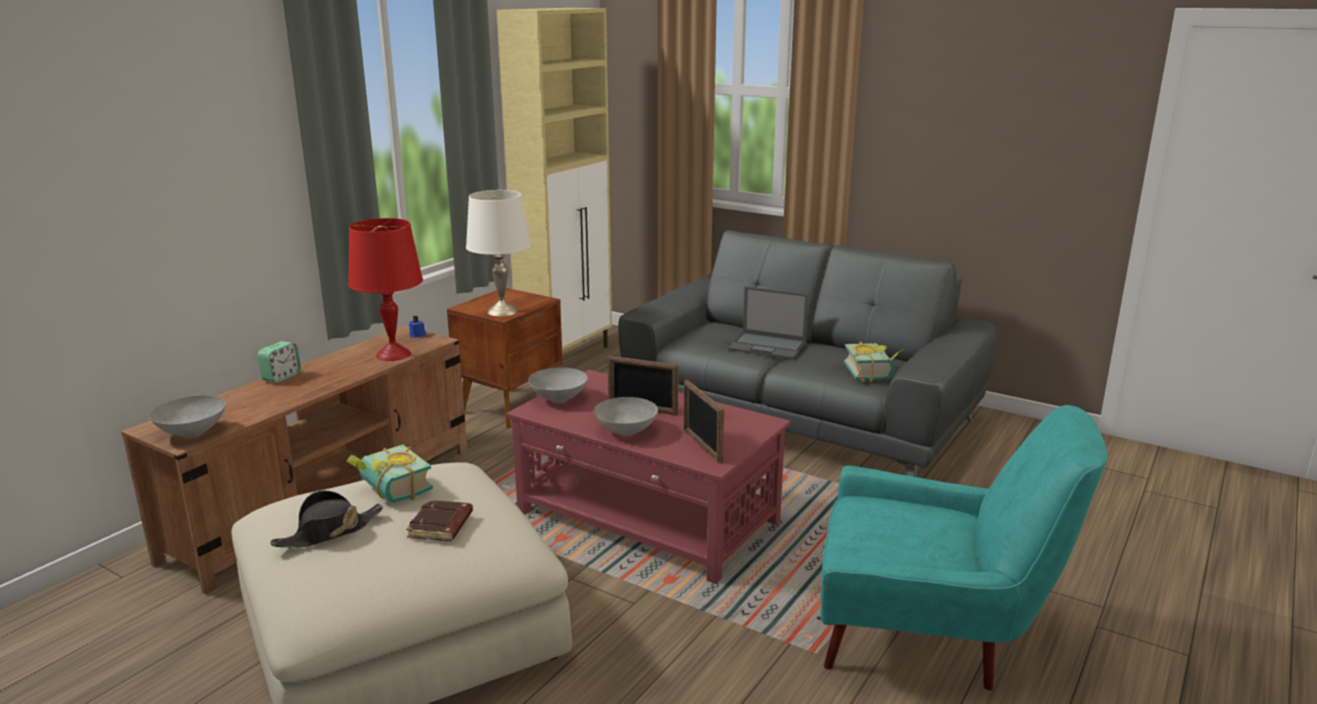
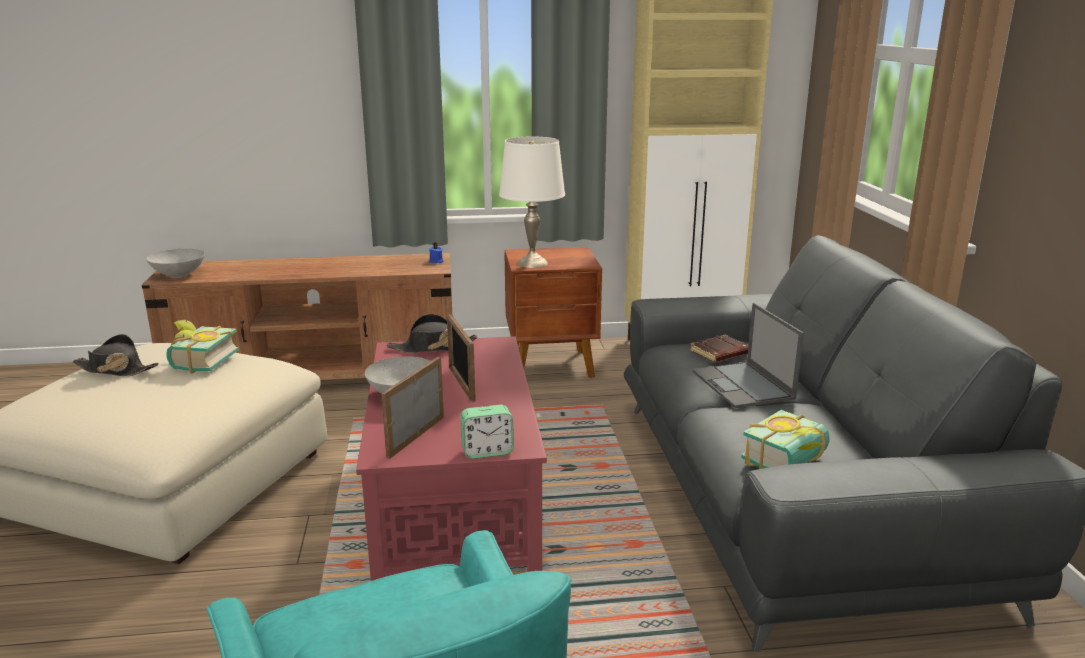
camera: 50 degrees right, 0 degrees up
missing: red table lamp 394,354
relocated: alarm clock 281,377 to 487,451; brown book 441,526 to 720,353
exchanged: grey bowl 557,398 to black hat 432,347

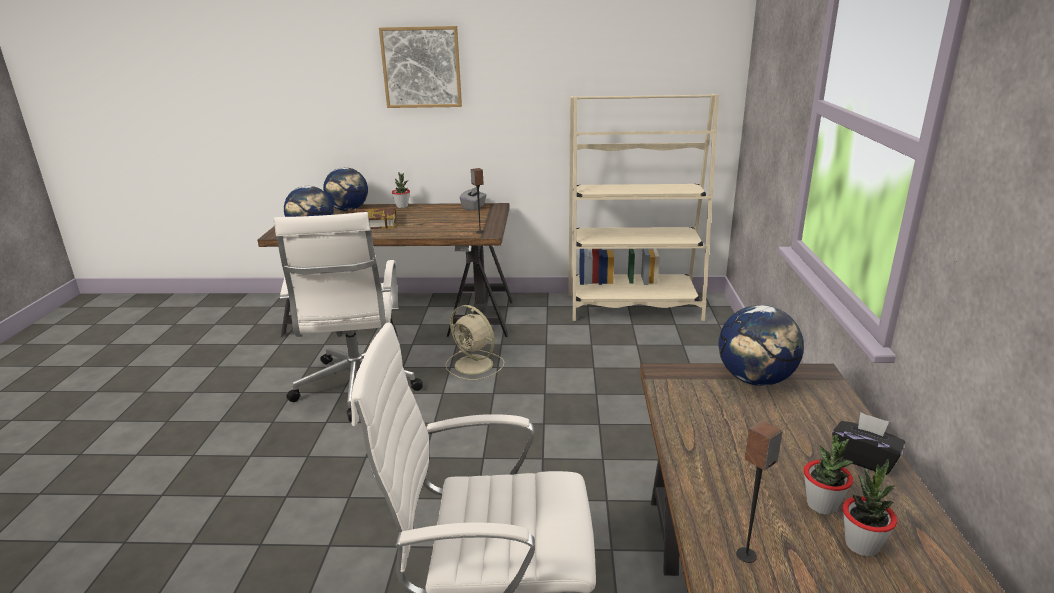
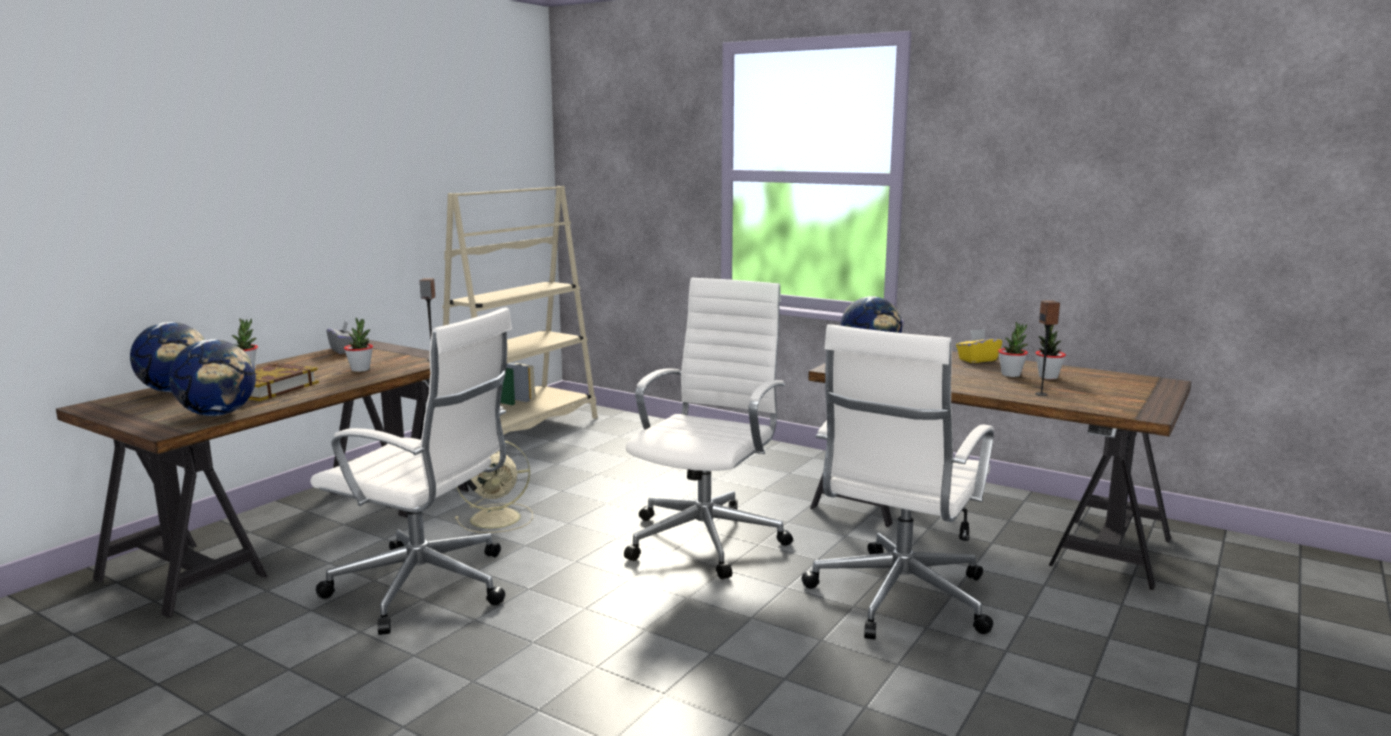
camera: 60 degrees left, 10 degrees down
missing: picture 421,67
appeared: potted plant 360,369; white office chair 707,538
colour: black tissue box 863,459 to yellow tissue box 977,360

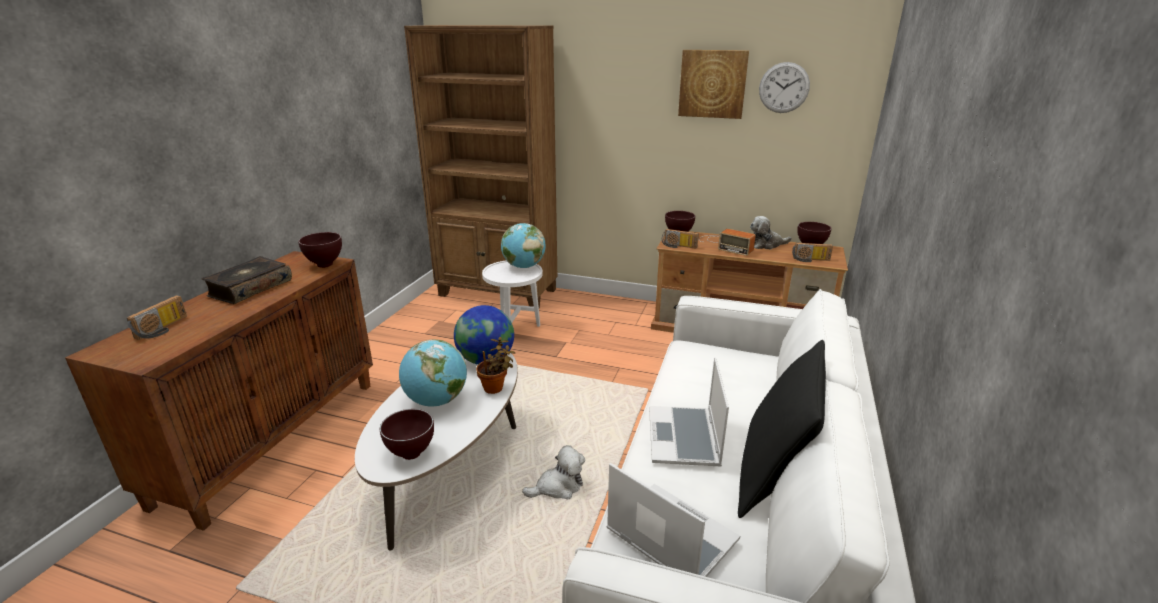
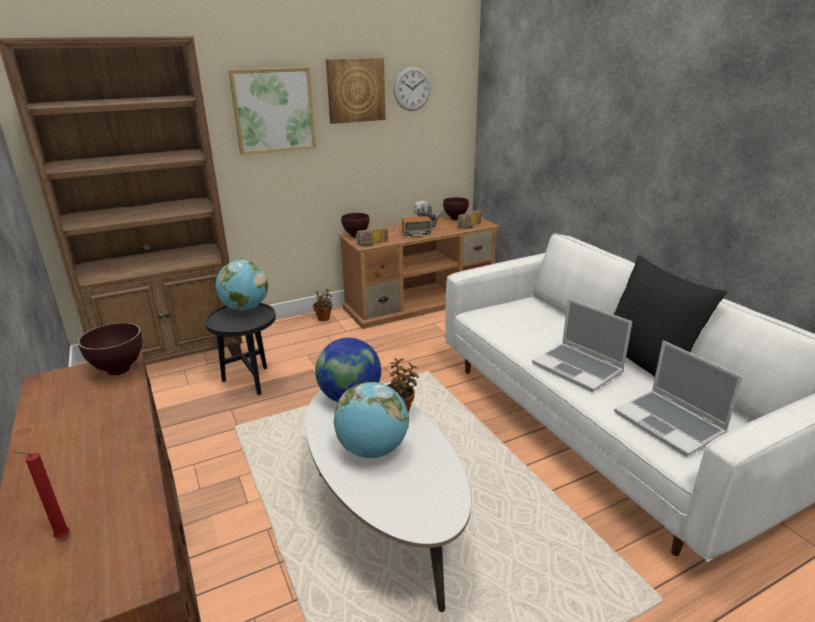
camera: 45 degrees left, 0 degrees up
missing: book 250,288; brown bowl 412,453; plush toy 558,487
appeared: picture 273,110; potted plant 324,319
exchanged: radio 164,329 to red candle 60,538
colour: white side table 515,331 to black side table 250,382
spun: laptop 669,536 = 670,424 120 degrees counterclockwise

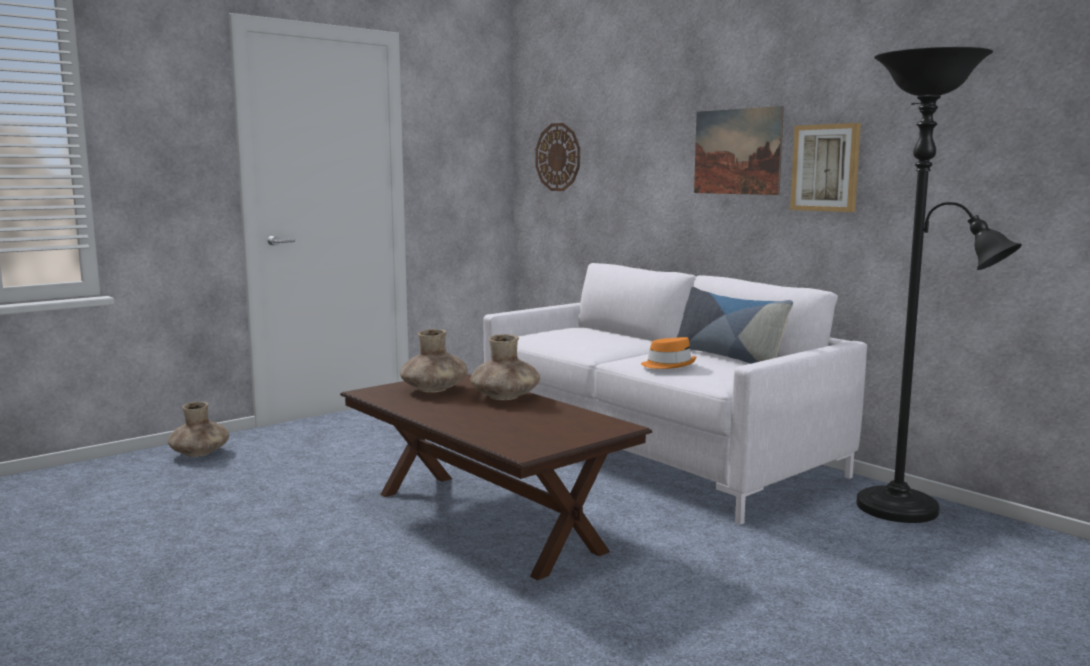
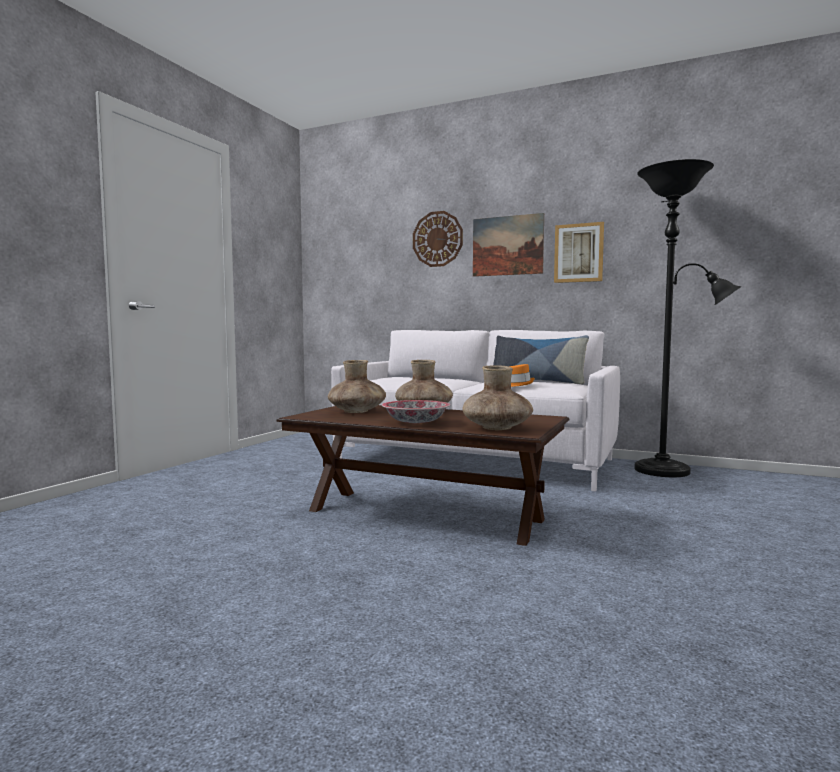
camera: 25 degrees left, 5 degrees down
appeared: bowl 416,422
relocated: wall clock 558,157 to 437,239; brown vase 200,453 to 497,428

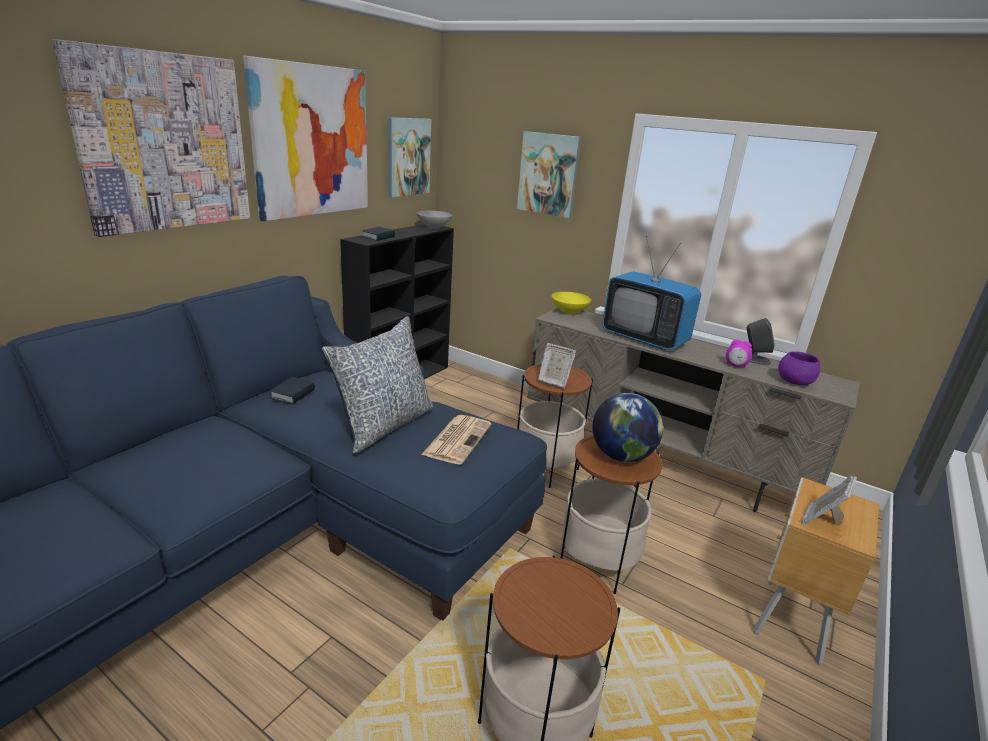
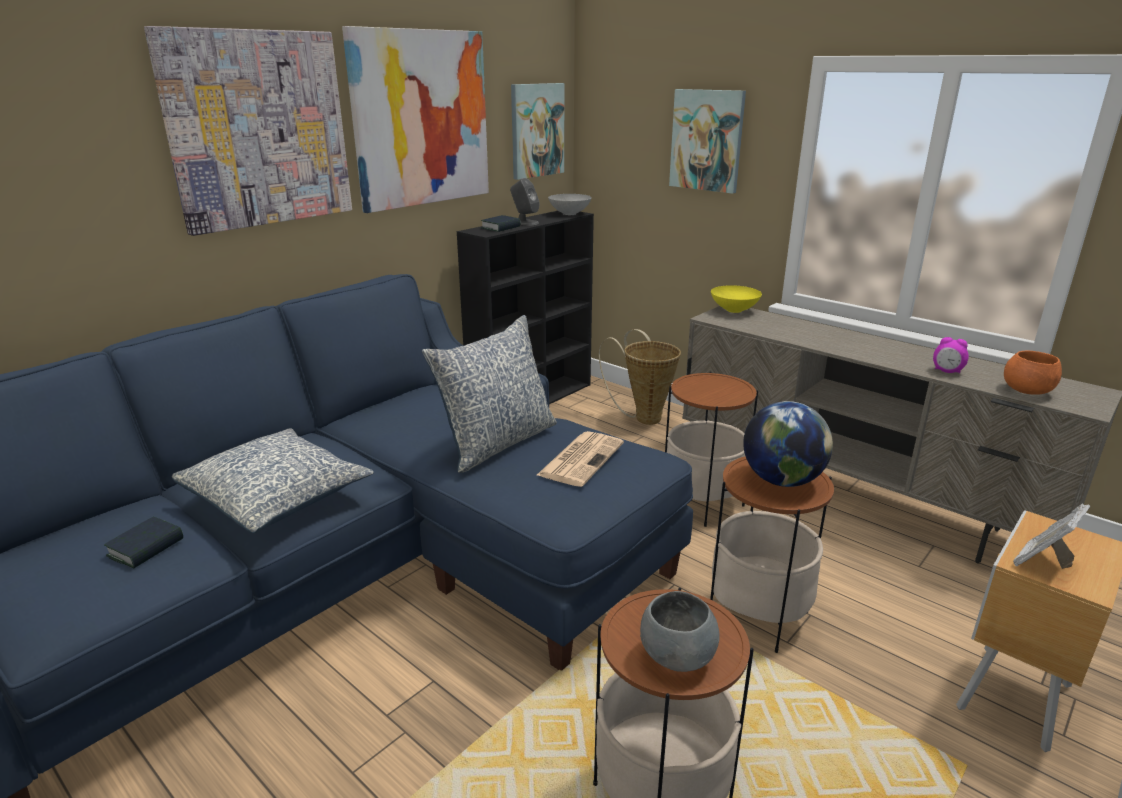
camera: 10 degrees right, 0 degrees up
missing: picture frame 553,381; television 644,339
appeared: pillow 277,496; basket 643,417; grey bowl 677,656
relocated: book 293,394 to 146,548; grey speaker 754,359 to 524,222
colour: purple bowl 794,382 to orange bowl 1027,391

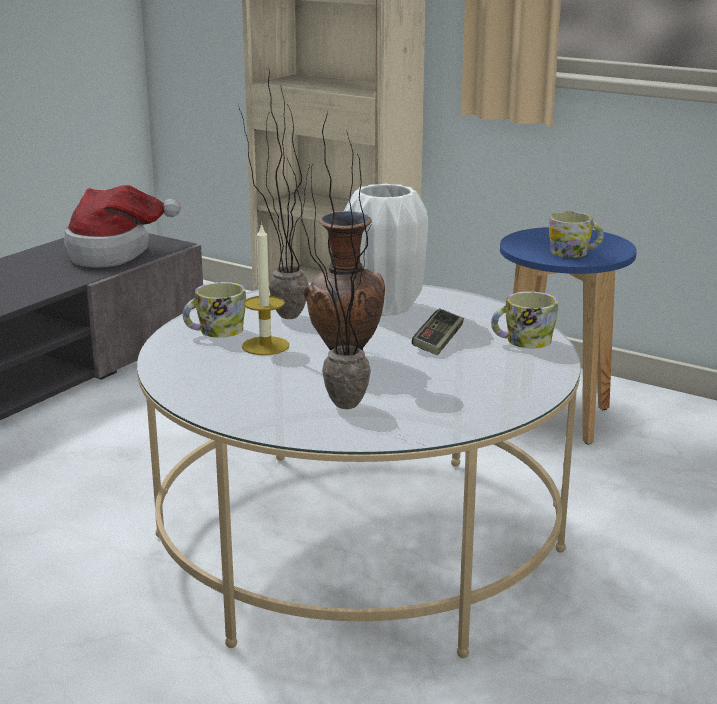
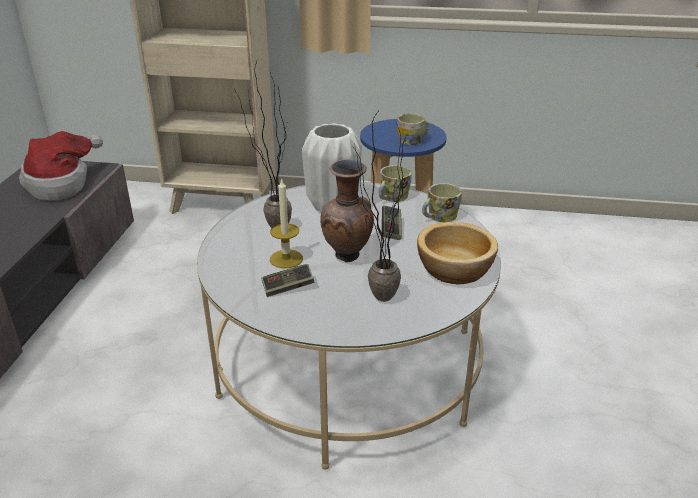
camera: 25 degrees left, 10 degrees up
appeared: game controller 288,287; bowl 456,270
relocated: mug 215,332 to 392,198

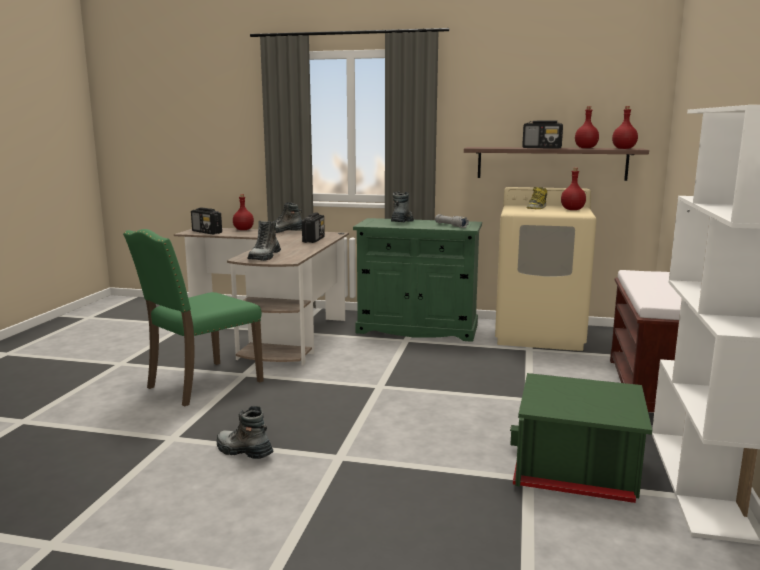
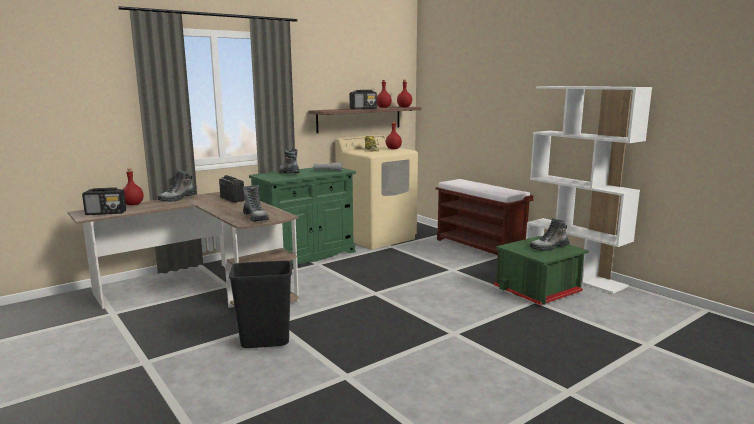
camera: 50 degrees left, 0 degrees up
relocated: boot 243,451 to 549,248
exchanged: green chair 201,384 to black trash can 265,341

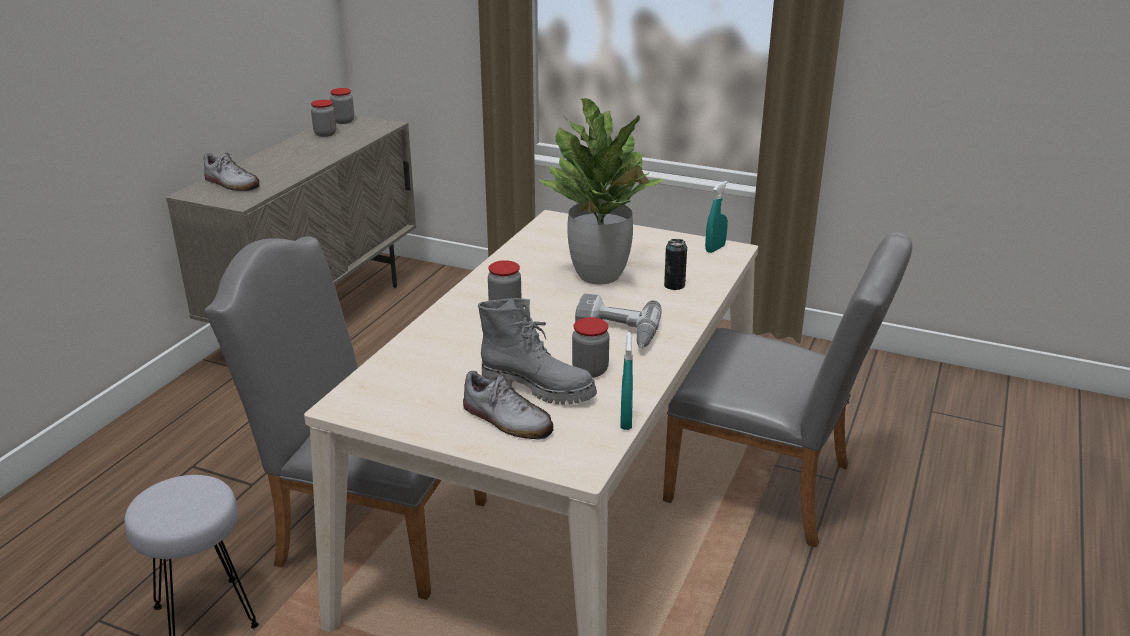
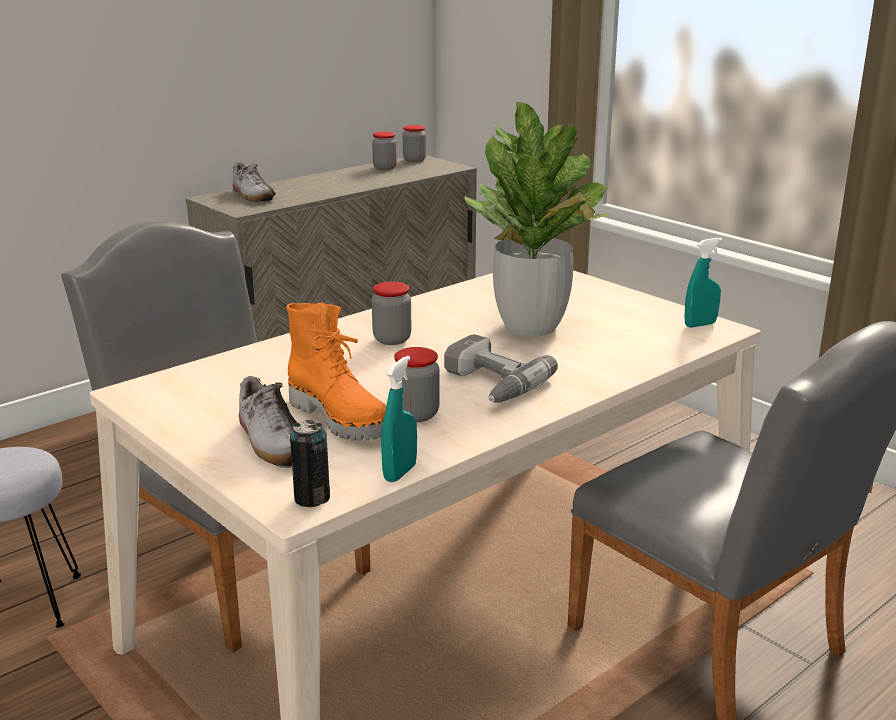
camera: 25 degrees right, 5 degrees down
relocated: can 674,285 to 312,498
colour: grey boot 539,388 to orange boot 341,419

